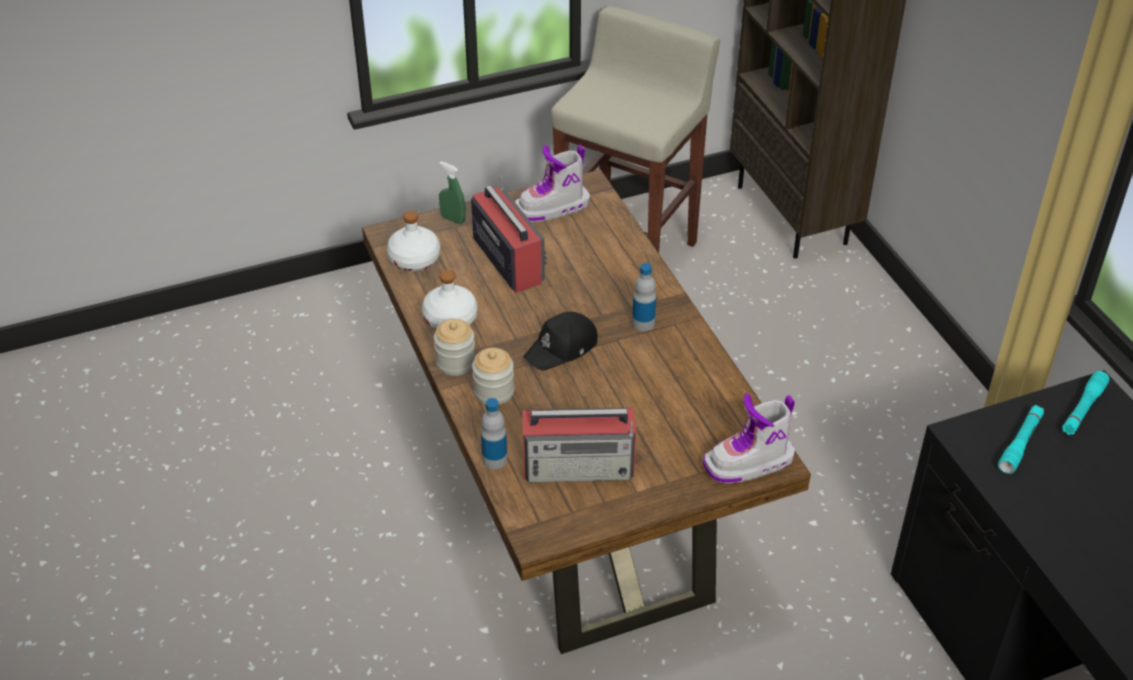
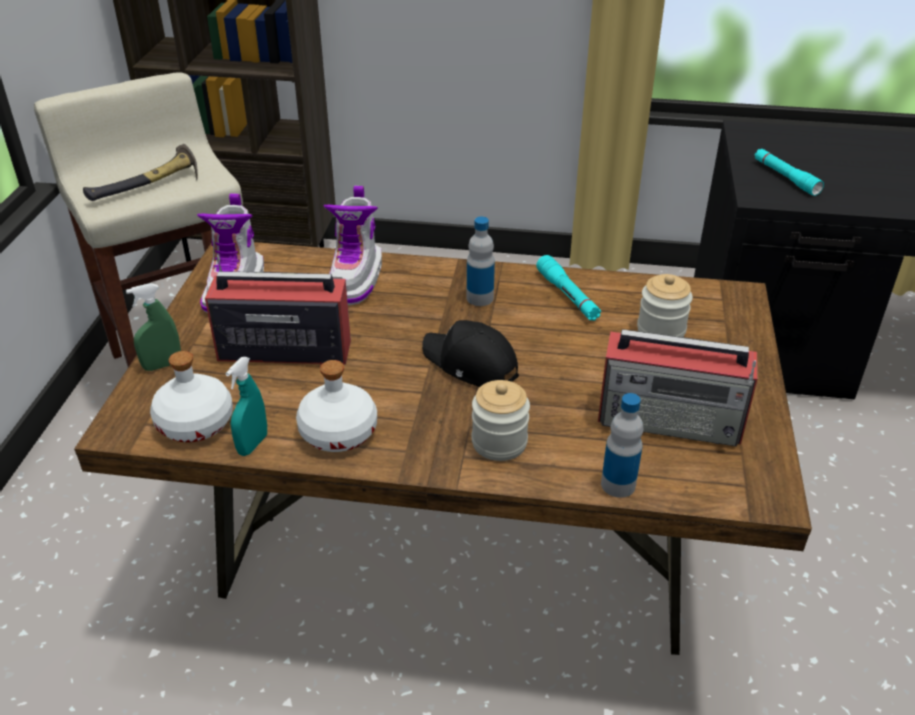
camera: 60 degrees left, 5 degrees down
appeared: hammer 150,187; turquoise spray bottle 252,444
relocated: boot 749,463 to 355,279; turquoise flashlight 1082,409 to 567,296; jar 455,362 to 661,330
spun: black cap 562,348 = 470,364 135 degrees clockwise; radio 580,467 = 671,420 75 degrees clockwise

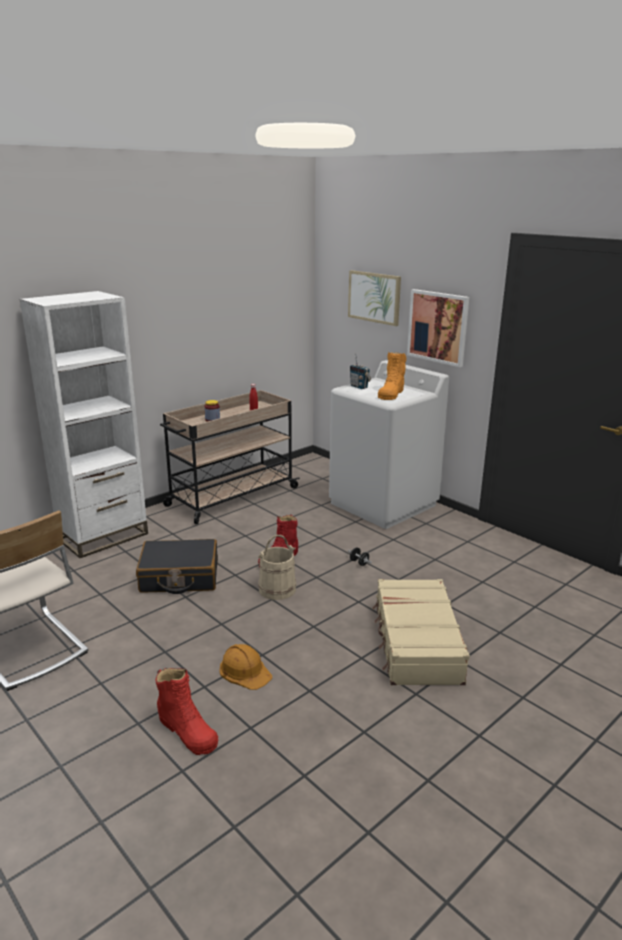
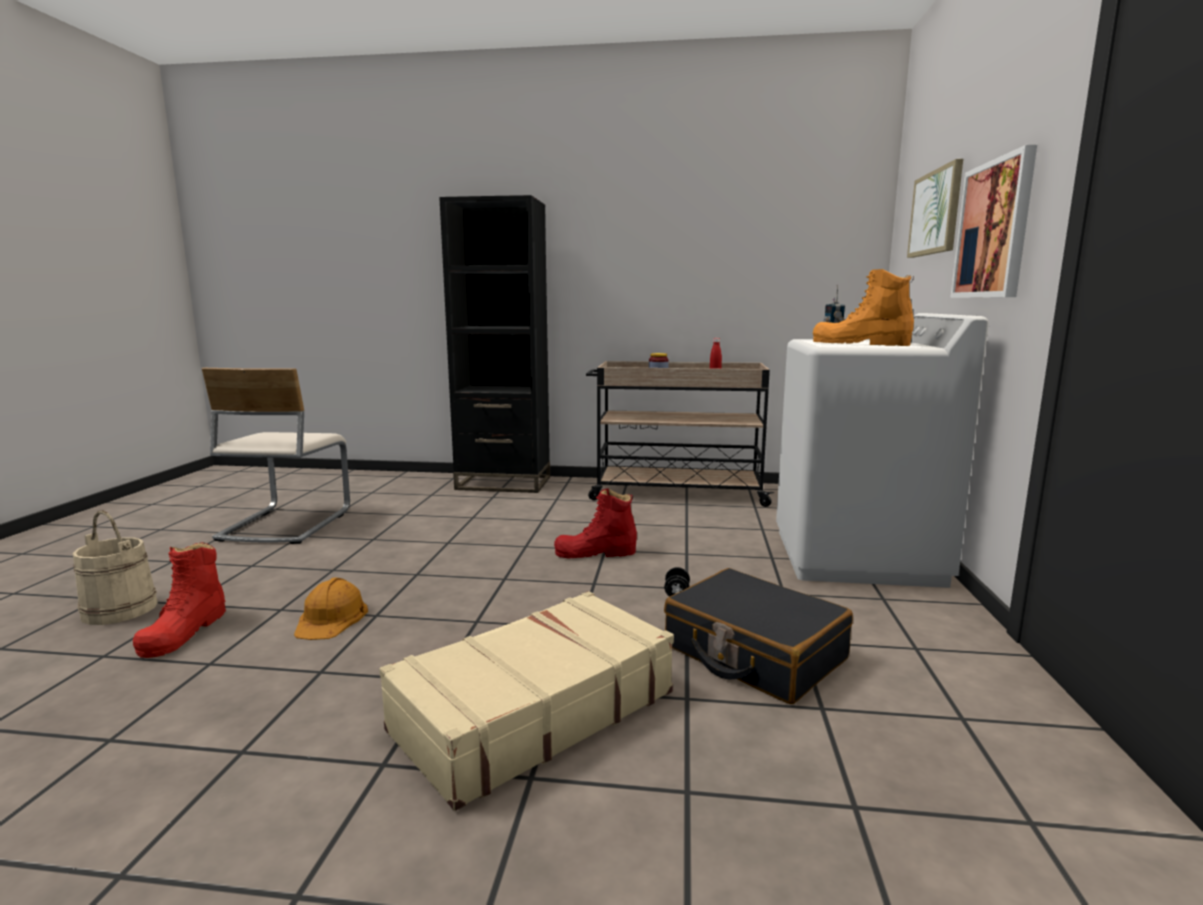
camera: 50 degrees right, 10 degrees down
relocated: beige bucket 277,589 to 119,610; black suitcase 179,577 to 753,653
colour: white bookcase 103,536 to black bookcase 503,483
spun: orange boot 391,393 = 860,344 45 degrees clockwise

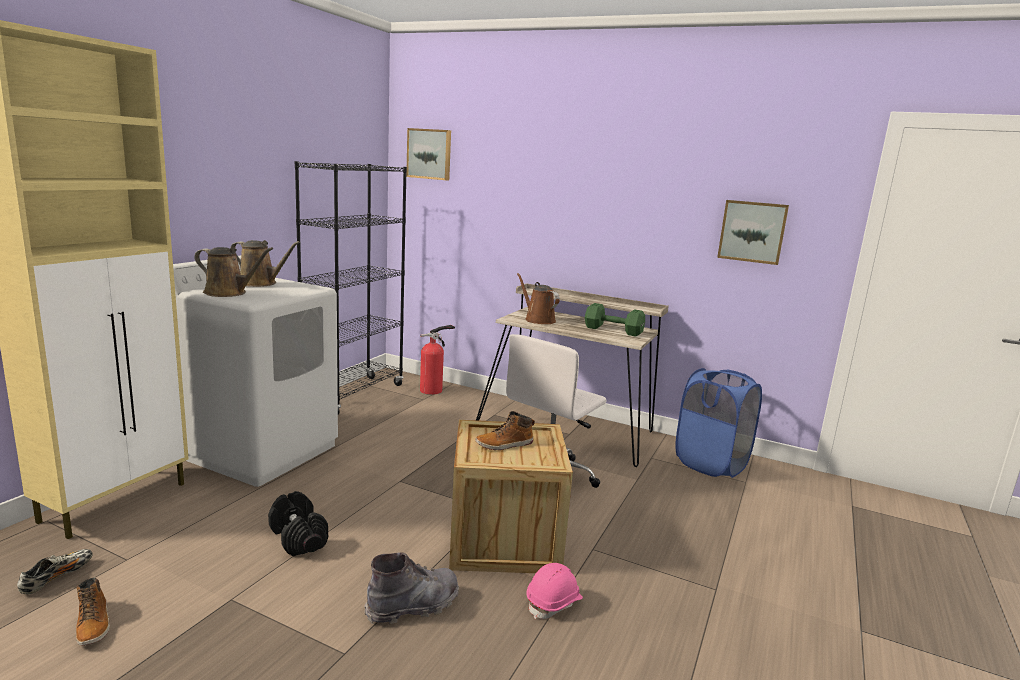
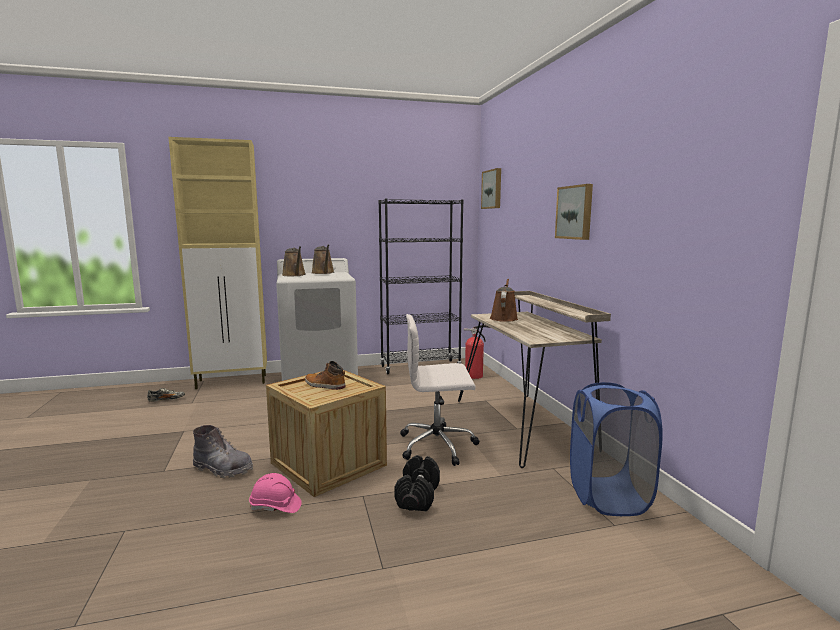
camera: 50 degrees right, 5 degrees down
missing: boot 94,624; green dumbbell 612,330
relocated: black dumbbell 298,537 to 417,496; picture 752,231 to 575,212

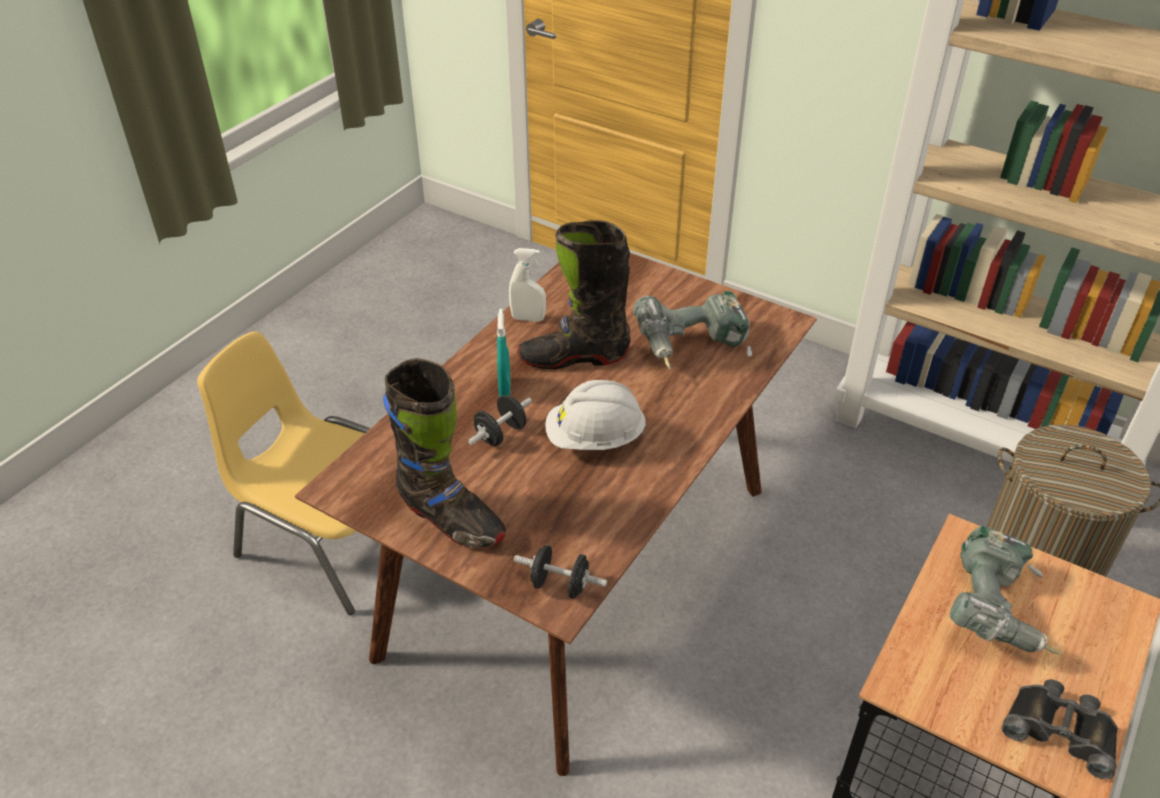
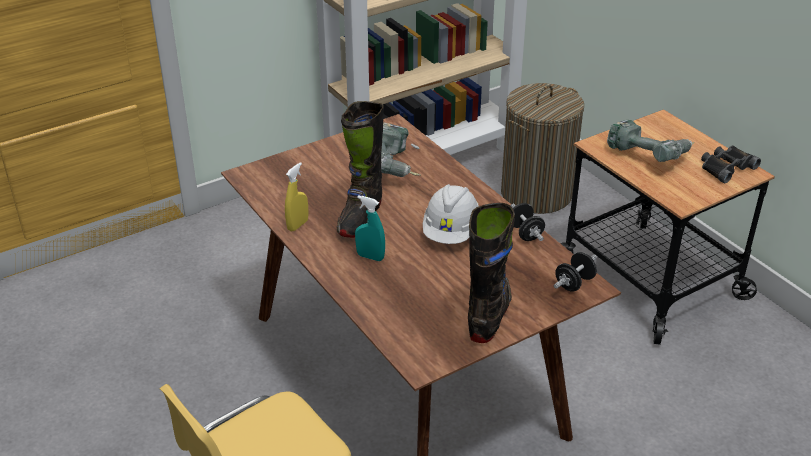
camera: 65 degrees left, 5 degrees down
relocated: black dumbbell 501,434 to 525,233
colour: white spray bottle 528,318 to yellow spray bottle 297,225
spun: black boot 450,519 = 489,315 45 degrees counterclockwise

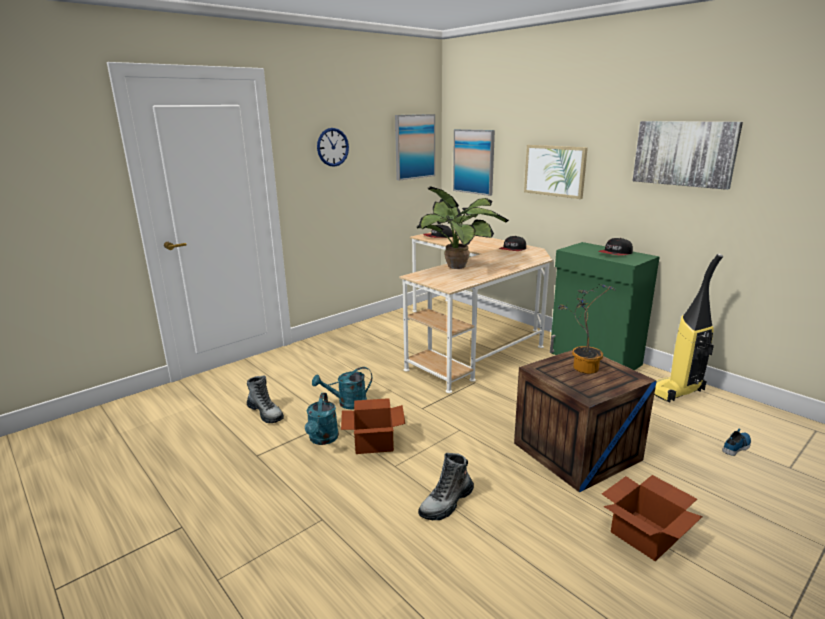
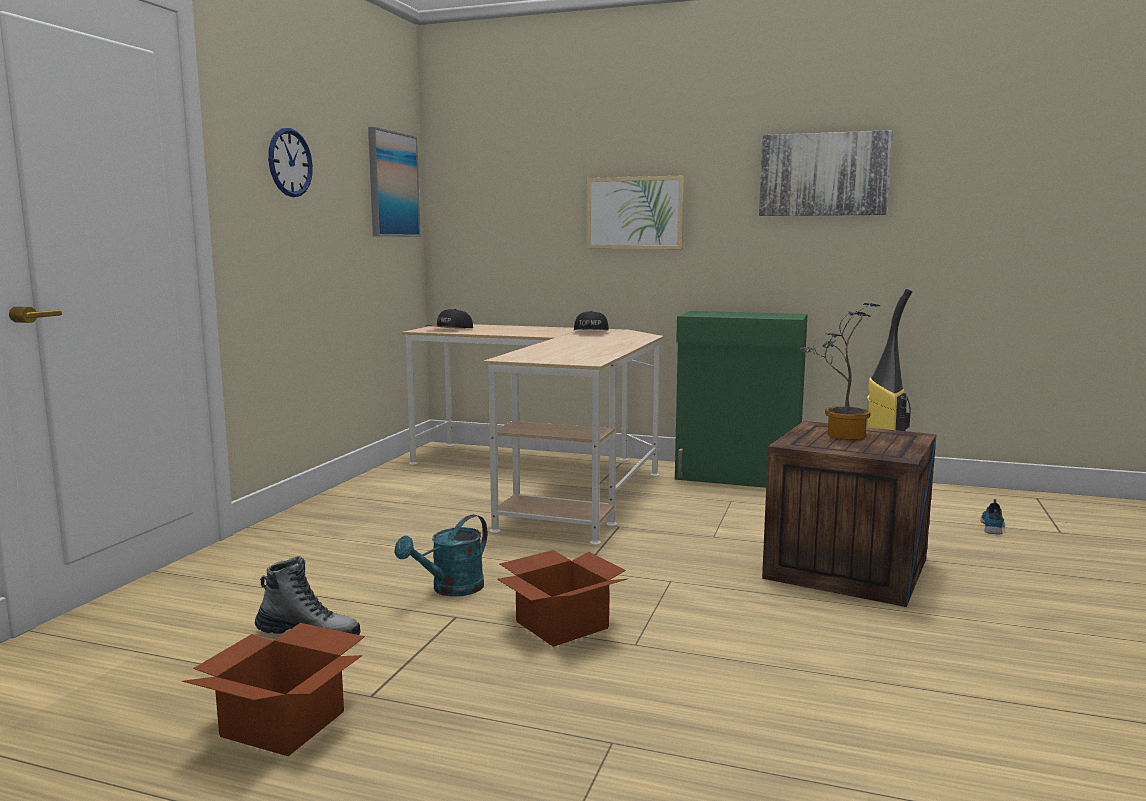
camera: 30 degrees left, 10 degrees down
missing: turquoise watering can 322,439; potted plant 460,267; boot 446,503; picture 474,161; cap 615,253
relocated: cardboard box 646,535 to 286,722

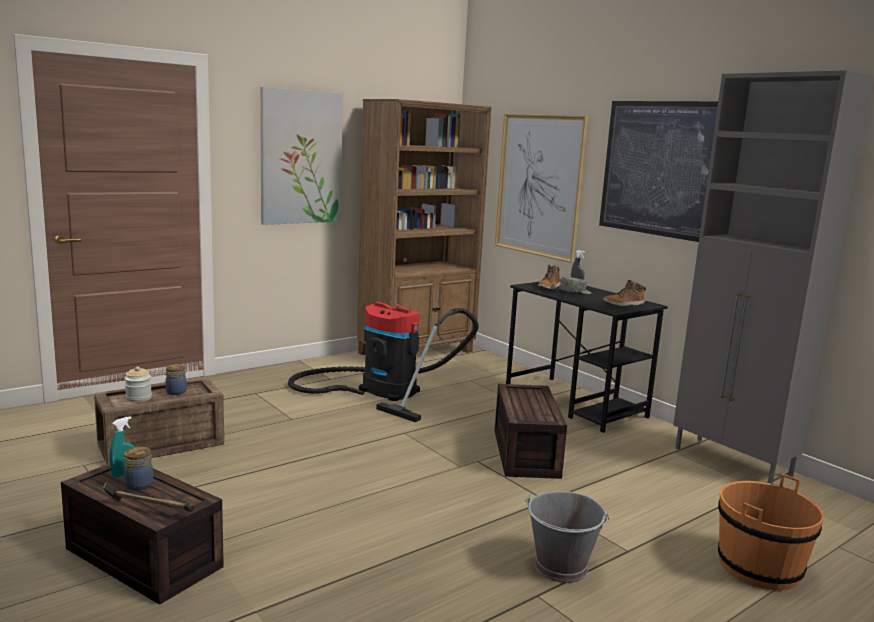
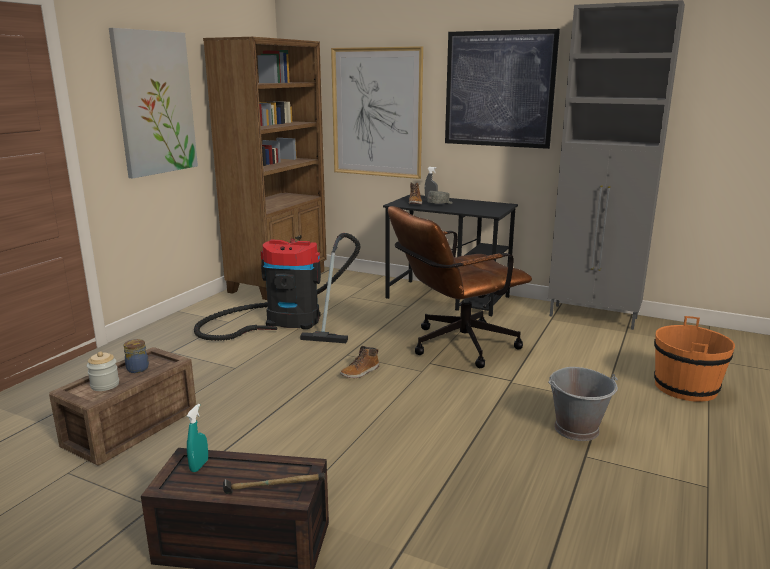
camera: 25 degrees left, 5 degrees up
missing: jar 138,484
relocated: boot 624,304 to 360,372
exchanged: brown storage box 523,452 to brown office chair 454,346

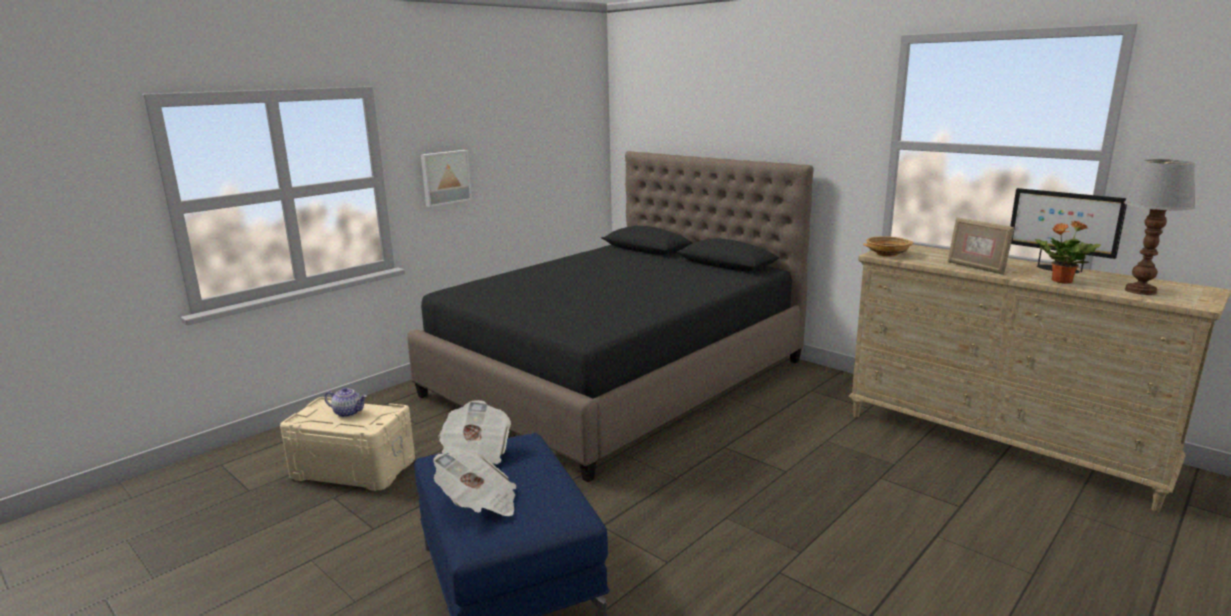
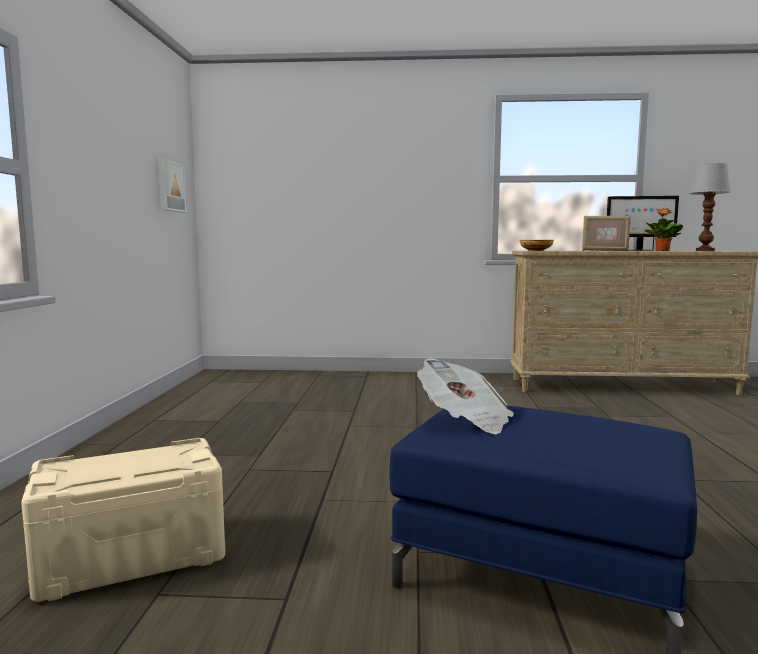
camera: 40 degrees left, 10 degrees down
missing: teapot 348,412; black bed 617,378; newspaper 479,503
relocated: picture 445,177 to 169,186

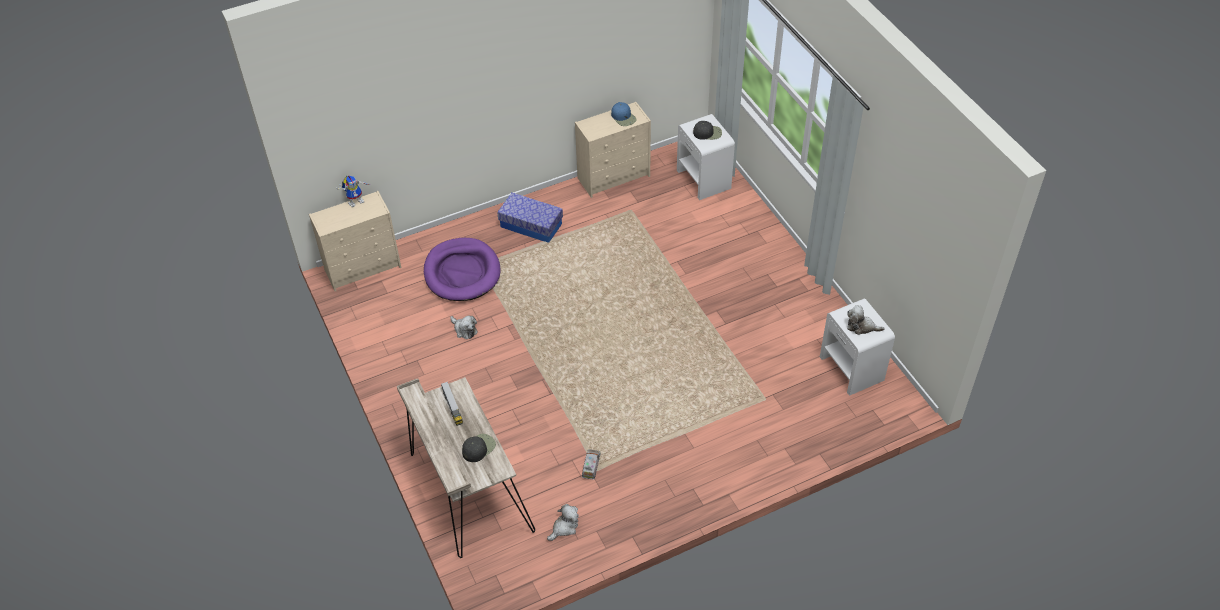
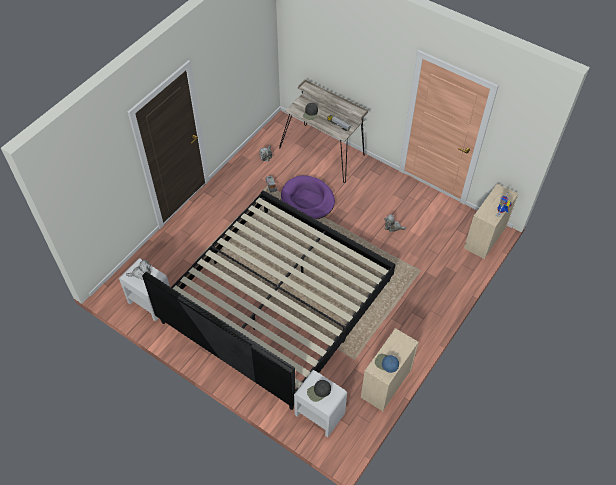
camera: 150 degrees right, 5 degrees up
missing: storage box 531,225
appeared: bed 277,301
relocated: purple dog bed 462,272 to 307,199

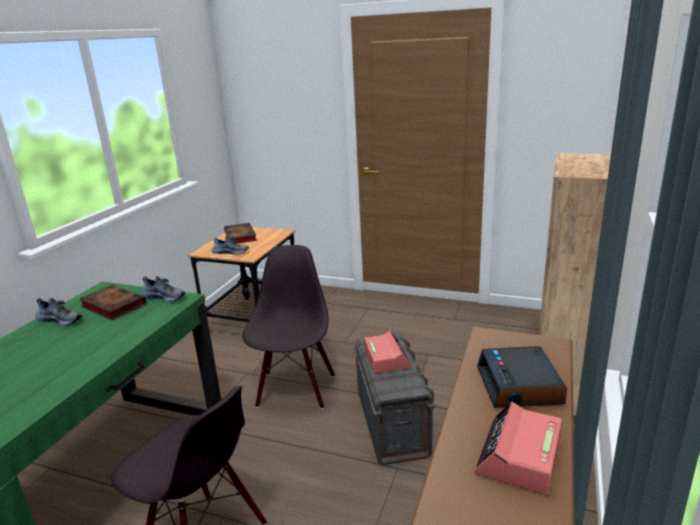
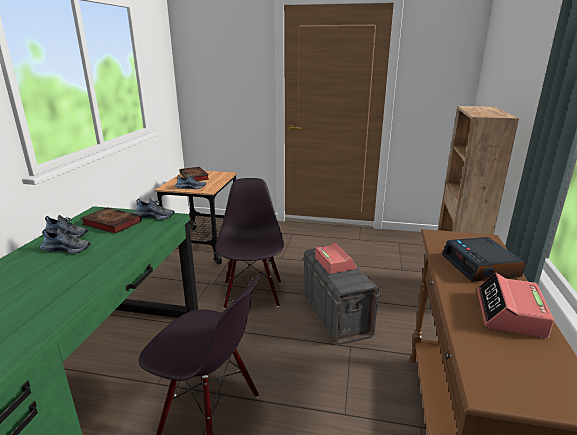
camera: 10 degrees left, 0 degrees up
appeared: shoe 67,249

